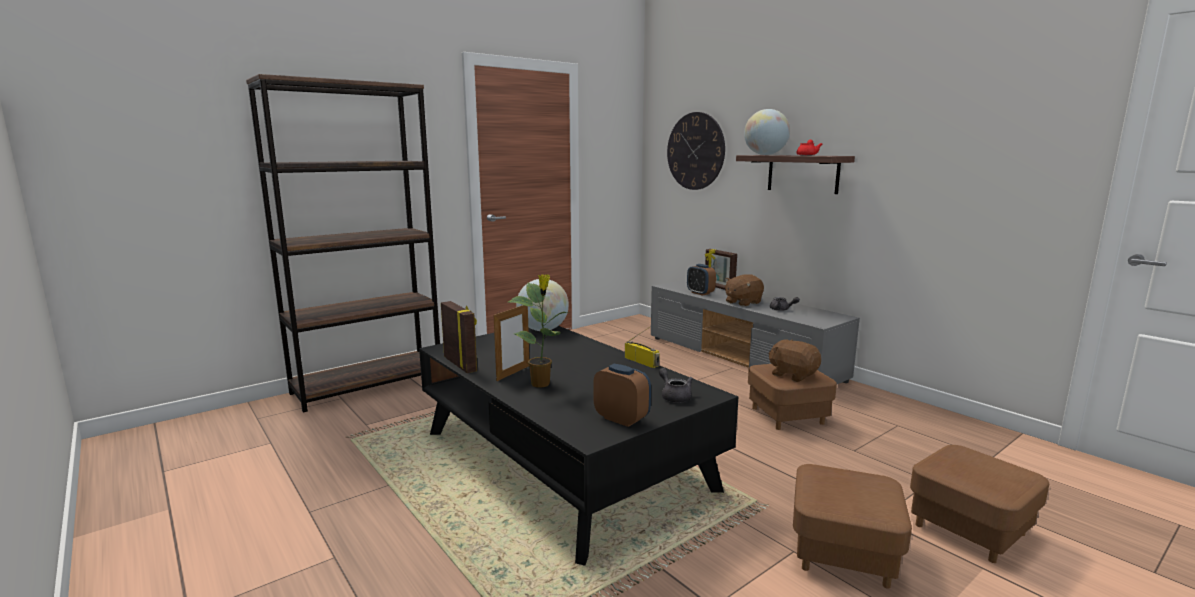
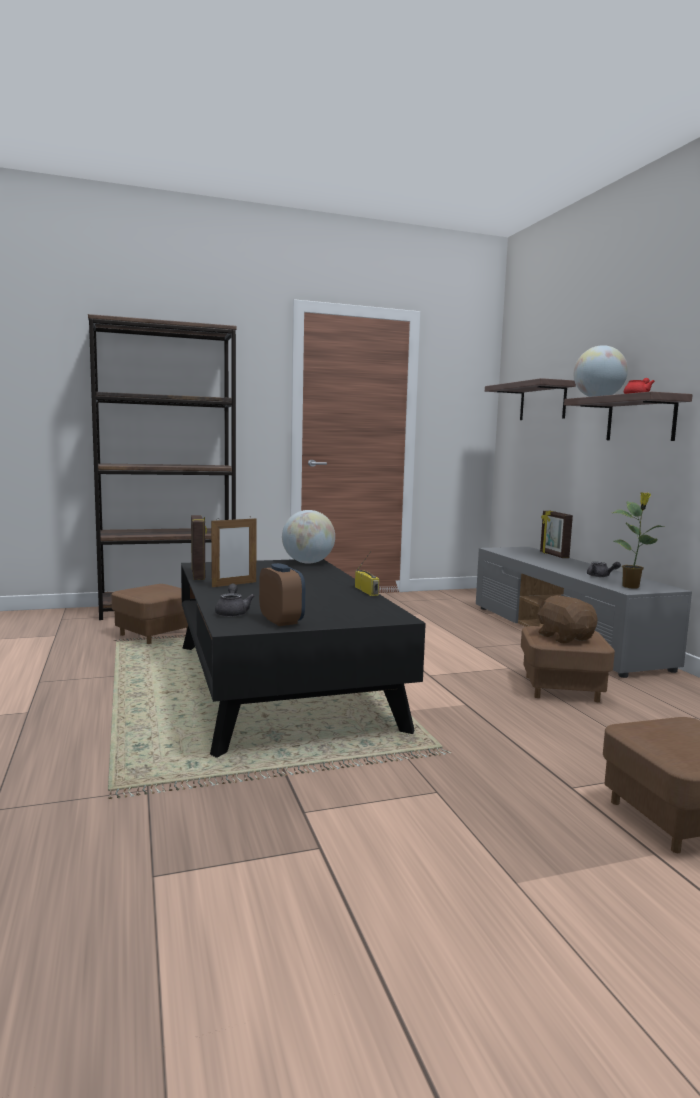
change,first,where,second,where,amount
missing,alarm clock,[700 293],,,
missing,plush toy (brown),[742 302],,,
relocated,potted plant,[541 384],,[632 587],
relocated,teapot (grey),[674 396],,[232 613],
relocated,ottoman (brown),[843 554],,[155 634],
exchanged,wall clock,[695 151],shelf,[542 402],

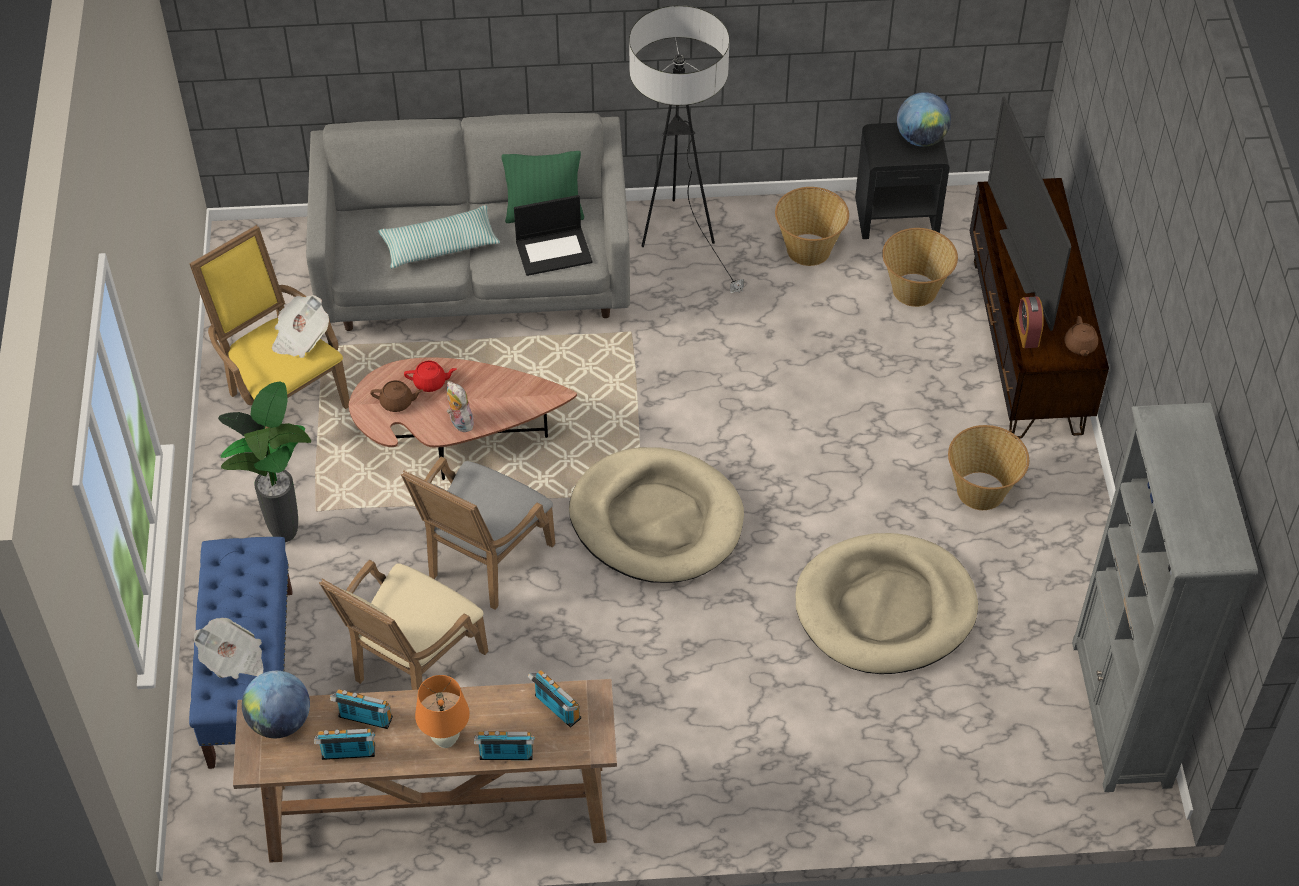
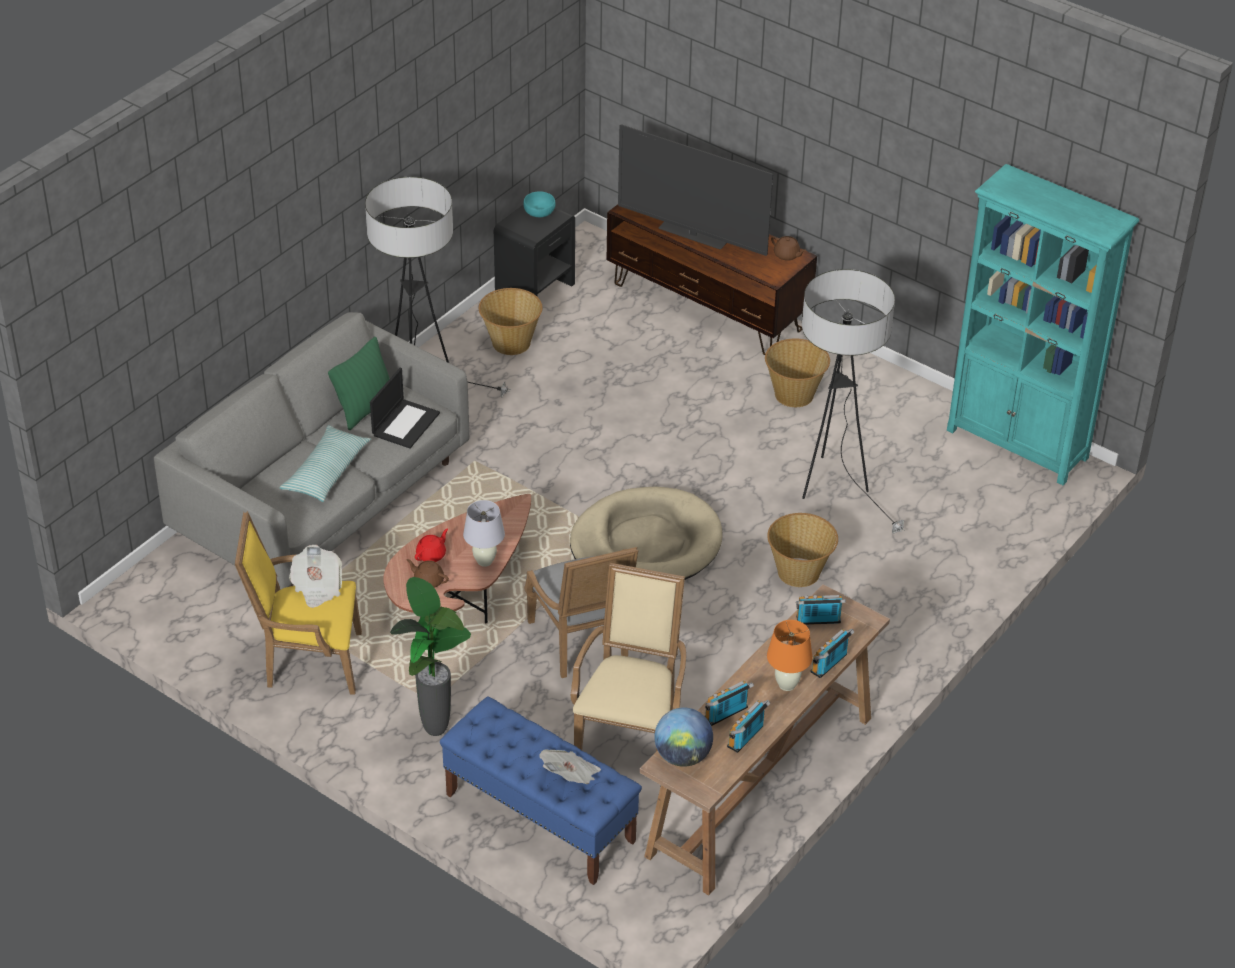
change,first,where,second,where,amount
missing,alarm clock,[1027 333],,,
relocated,basket,[915 290],,[799 572],
exchanged,plush toy,[459 422],table lamp (white),[484 561],
exchanged,dog bed (beige),[885 608],floor lamp,[834 488],
exchanged,globe,[921 138],bowl (turquoise),[539 212],
colour,bookcase (grey),[1121 715],bookcase (turquoise),[1018 444],
spun,armchair (beige),[413 670],,[630 731],150 degrees counterclockwise
spun,teapot (brown),[397 402],,[428 581],105 degrees counterclockwise

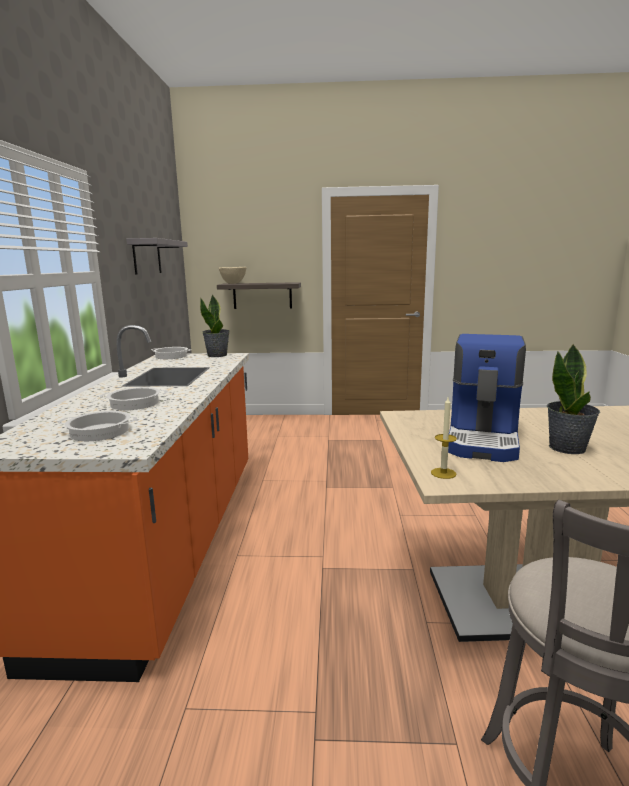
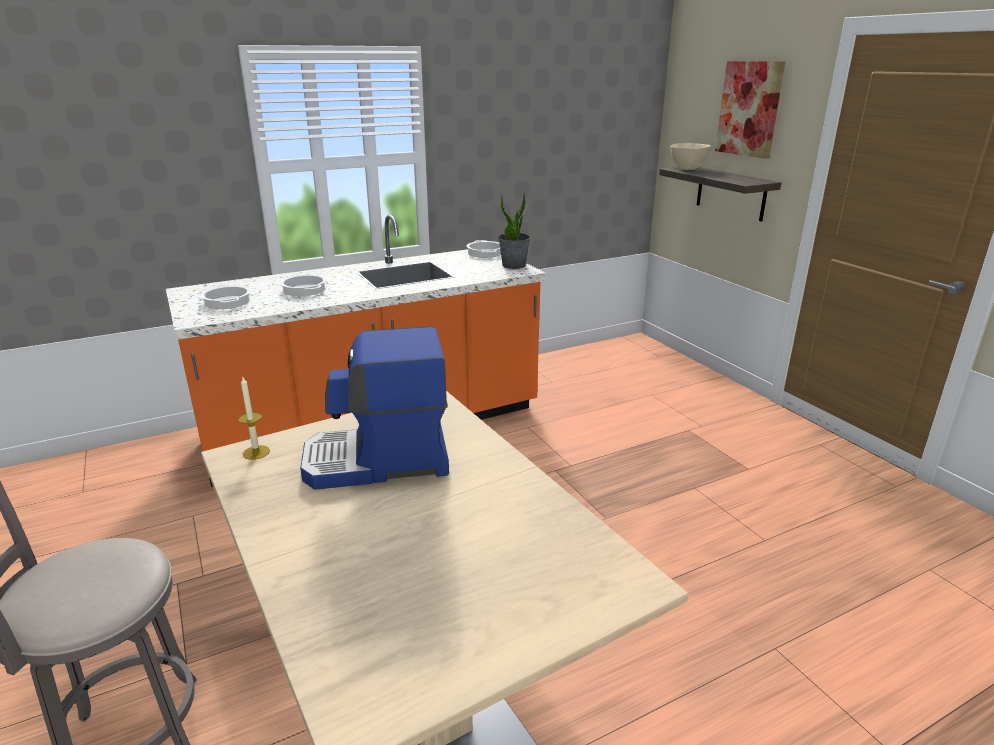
change,first,where,second,where,amount
missing,shelf (grey),[147 257],,,
missing,potted plant,[567 448],,,
appeared,,,picture,[749 109],

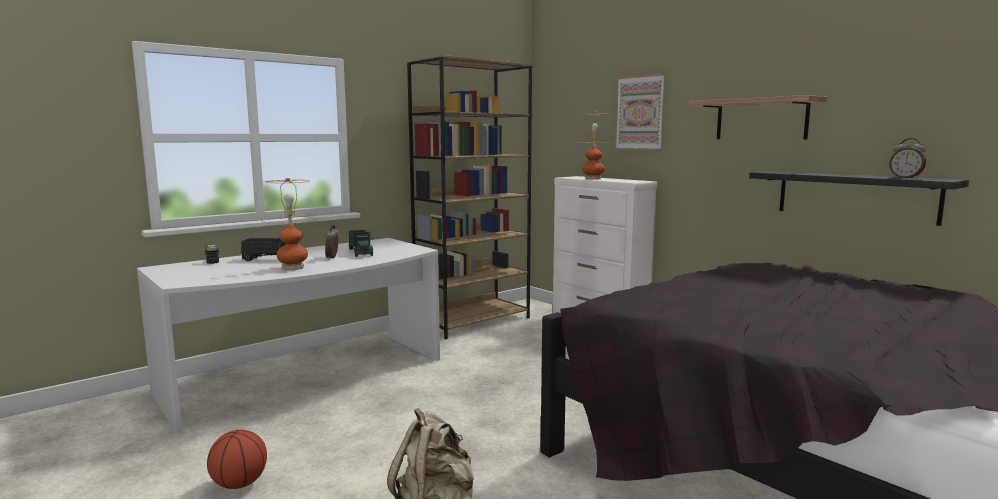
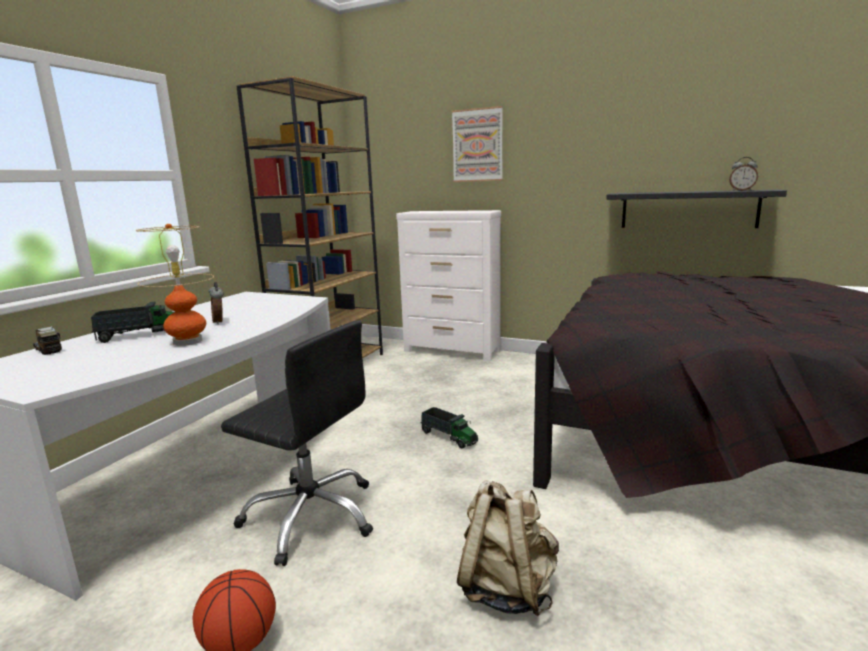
change,first,where,second,where,amount
missing,table lamp,[593 179],,,
missing,shelf,[761 119],,,
appeared,,,office chair (black),[311 516],
relocated,toy truck,[361 252],,[449 437],

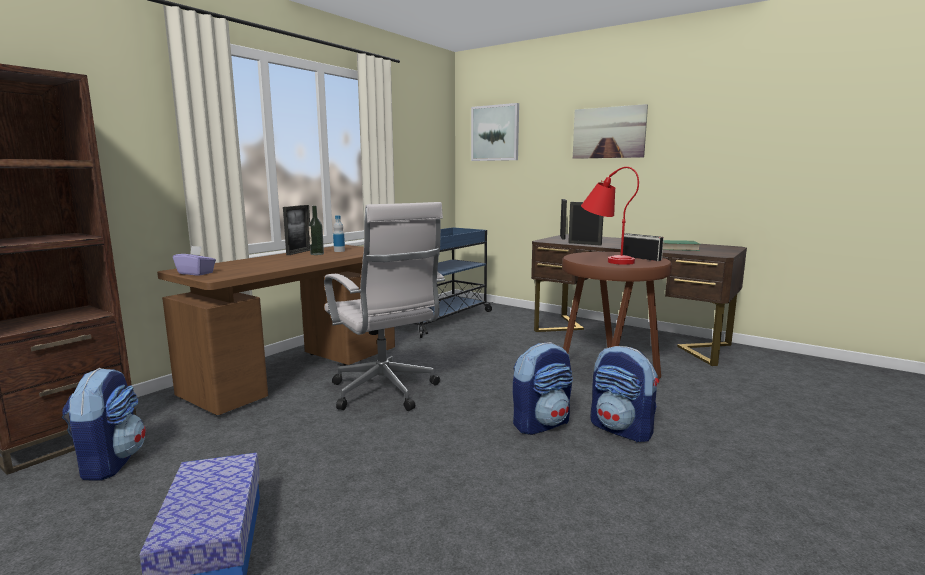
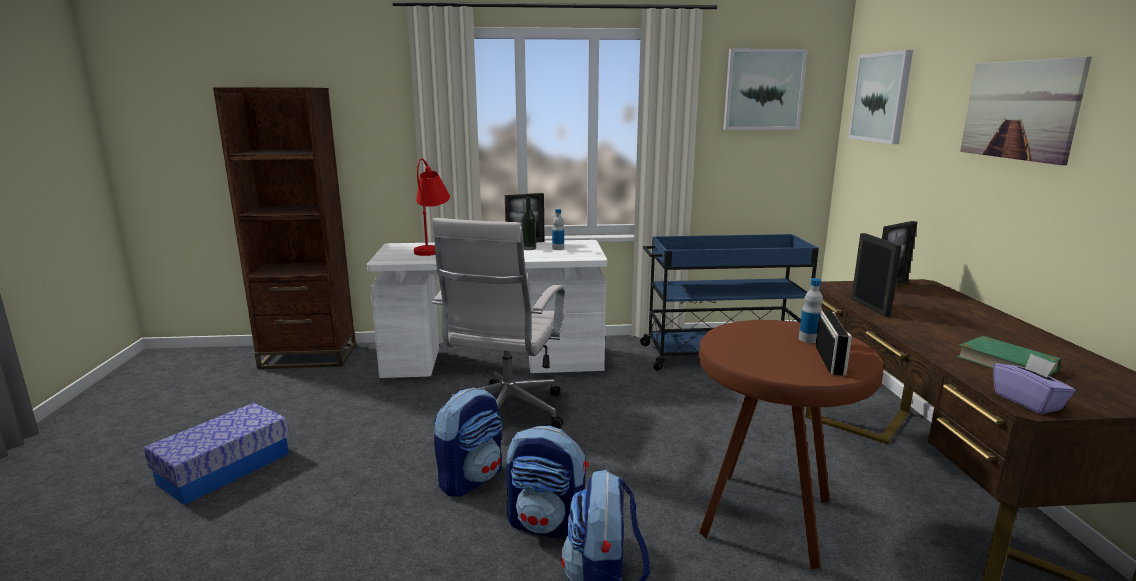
change,first,where,second,where,amount
appeared,,,picture,[763 89],
appeared,,,bottle,[808 339],
relocated,backpack,[110 462],,[471 478],
relocated,tissue box (purple),[196 273],,[1027 402],
relocated,table lamp (red),[605 260],,[433 248],
colour,desk (brown),[298 371],desk (white),[494 363],

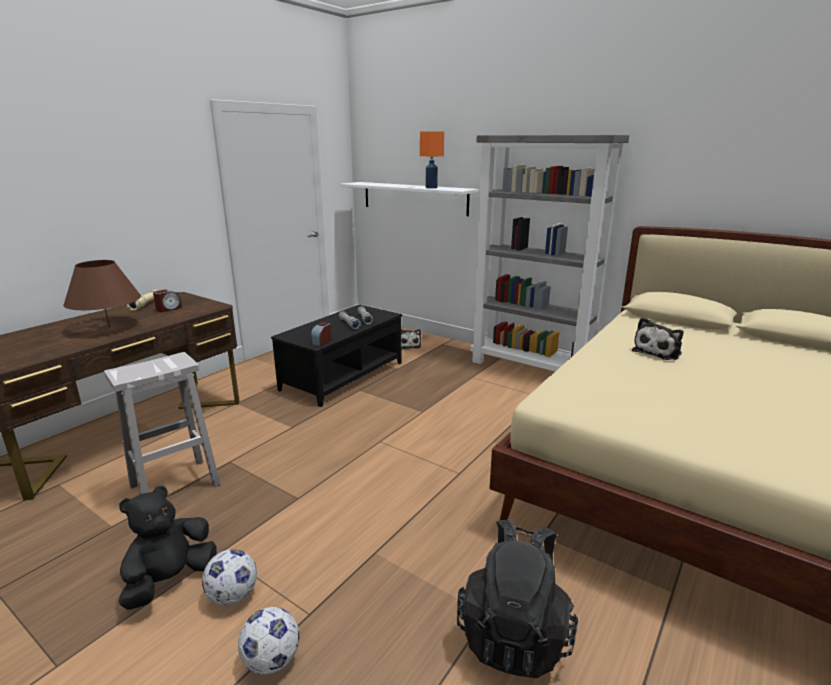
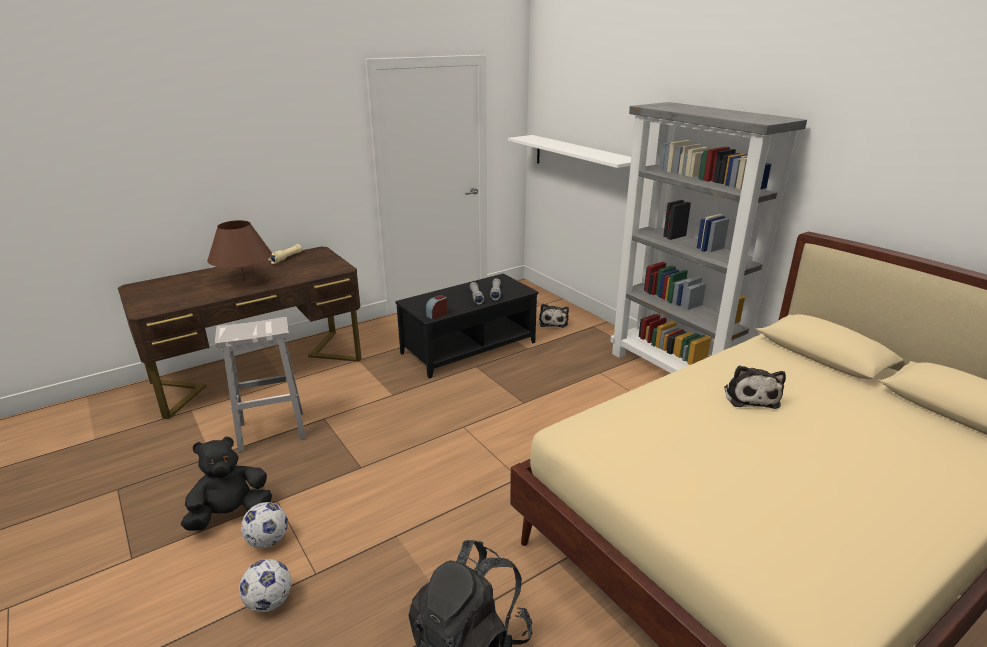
change,first,where,second,where,amount
missing,alarm clock,[168 309],,,
missing,table lamp (orange),[431 188],,,
spun,plush toy,[658 352],,[750 396],60 degrees counterclockwise

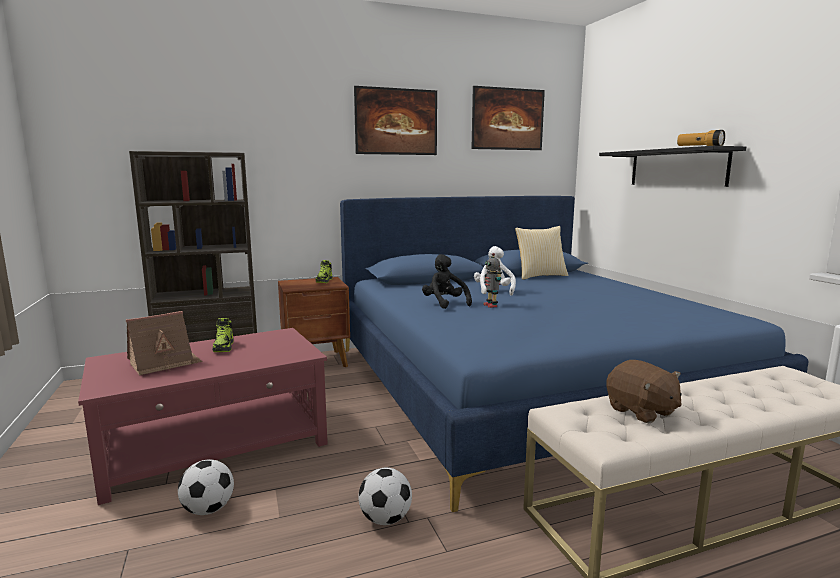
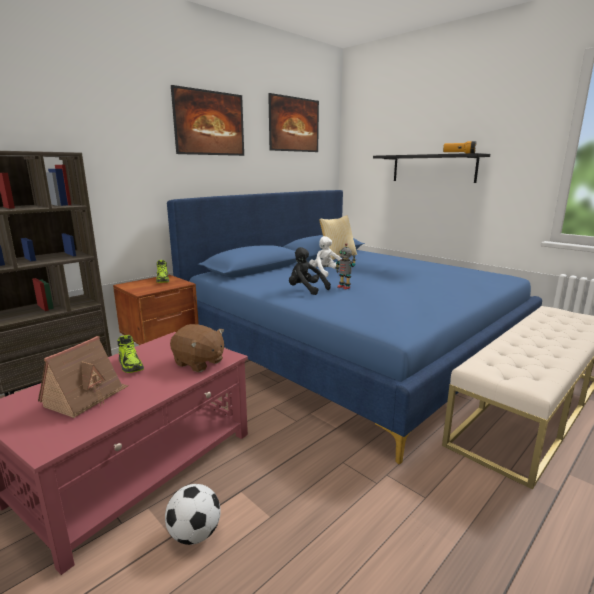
change,first,where,second,where,amount
missing,football,[385 519],,,
relocated,plush toy (brown),[641 411],,[199 363],

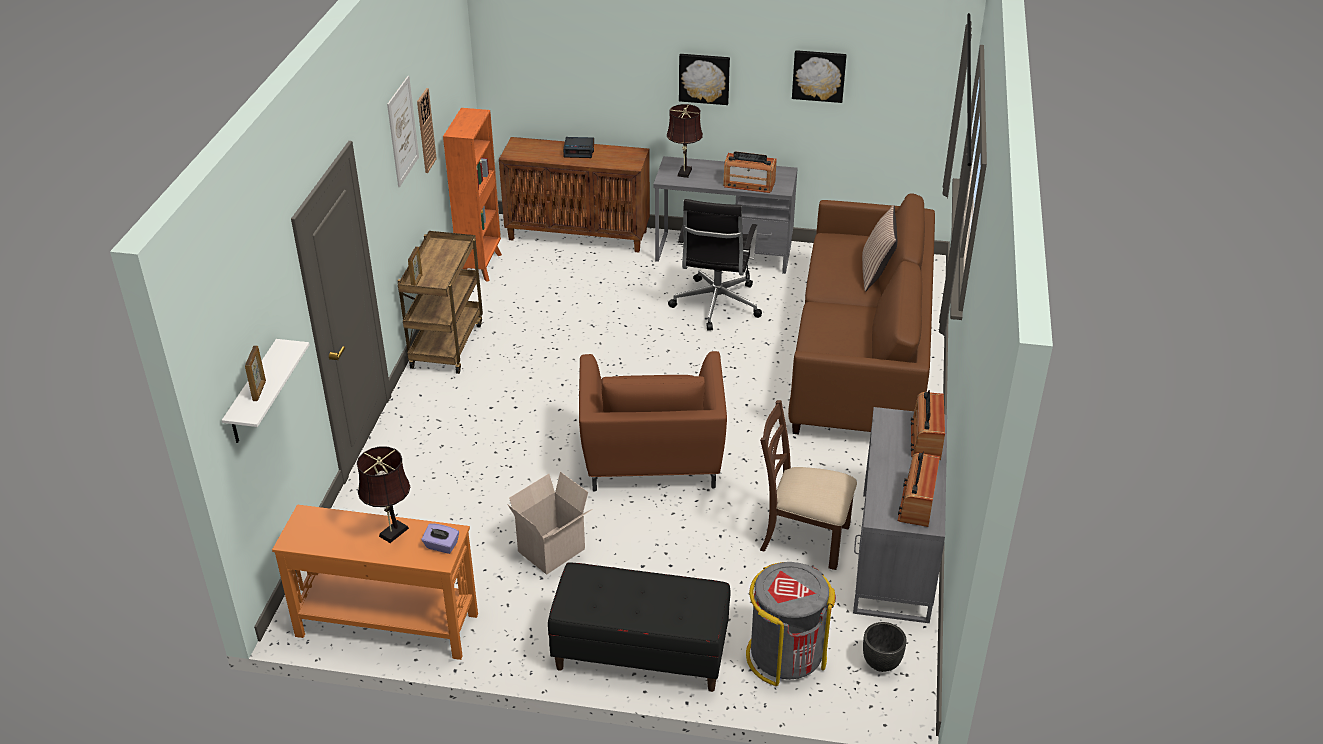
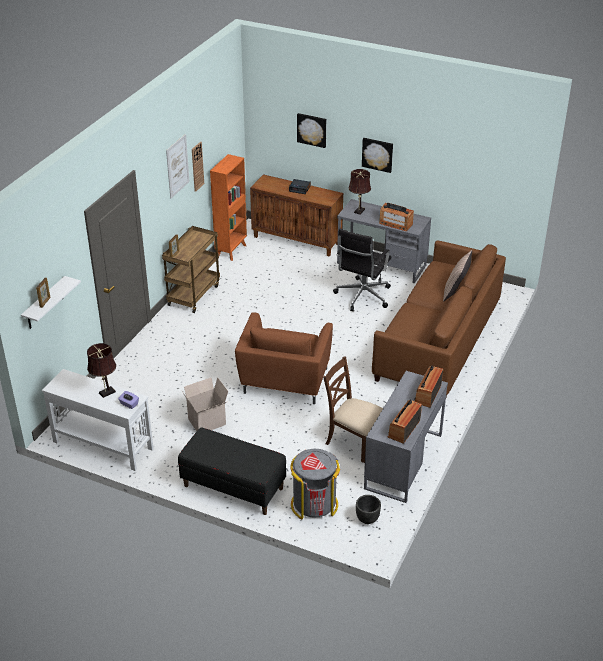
change,first,where,second,where,amount
relocated,picture,[819 75],,[312 129],
colour,console table (orange),[386 624],console table (white),[102 445],

